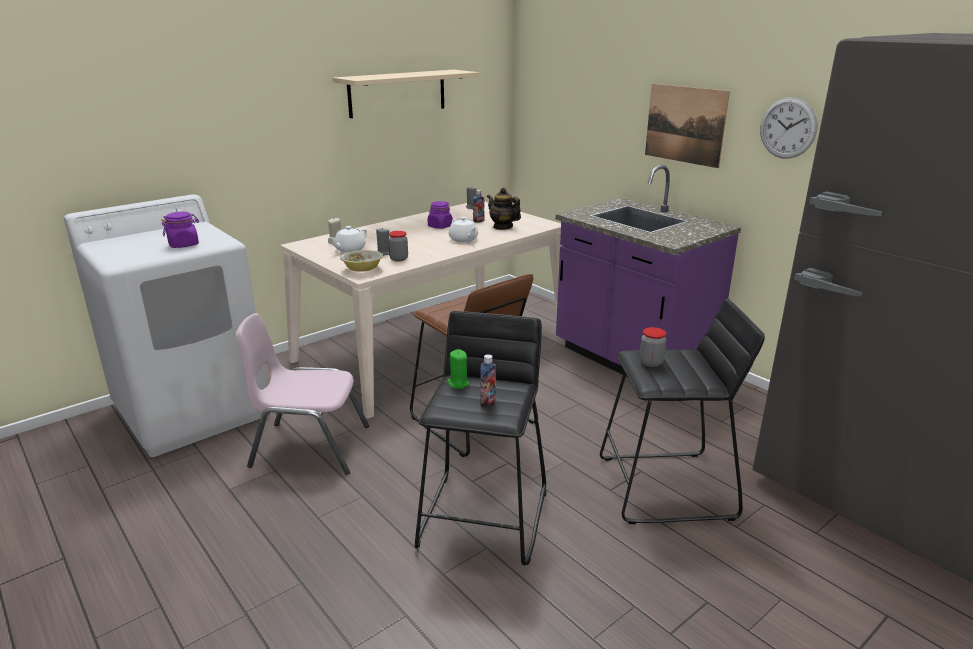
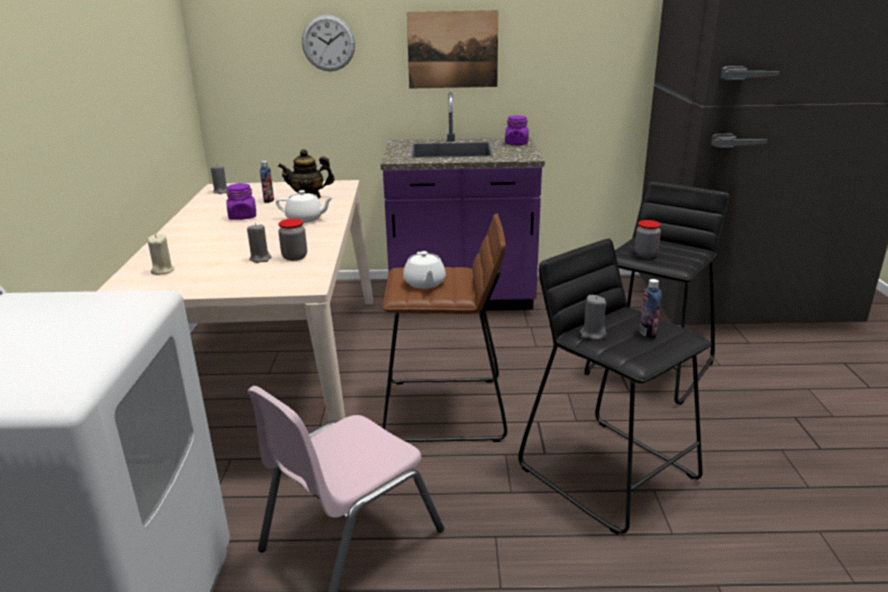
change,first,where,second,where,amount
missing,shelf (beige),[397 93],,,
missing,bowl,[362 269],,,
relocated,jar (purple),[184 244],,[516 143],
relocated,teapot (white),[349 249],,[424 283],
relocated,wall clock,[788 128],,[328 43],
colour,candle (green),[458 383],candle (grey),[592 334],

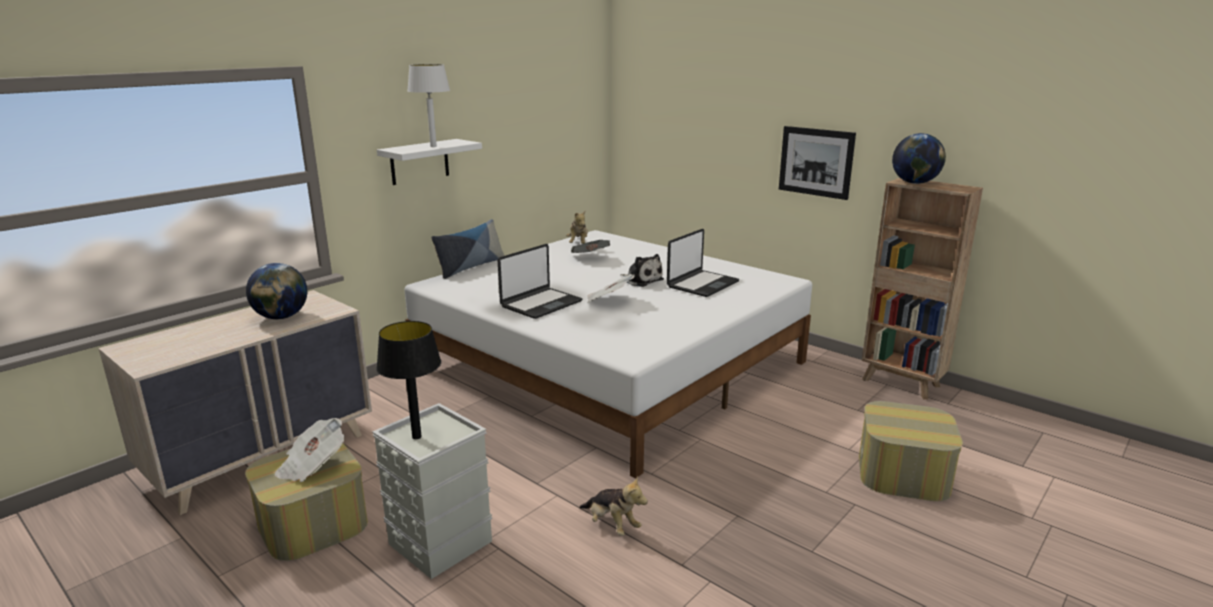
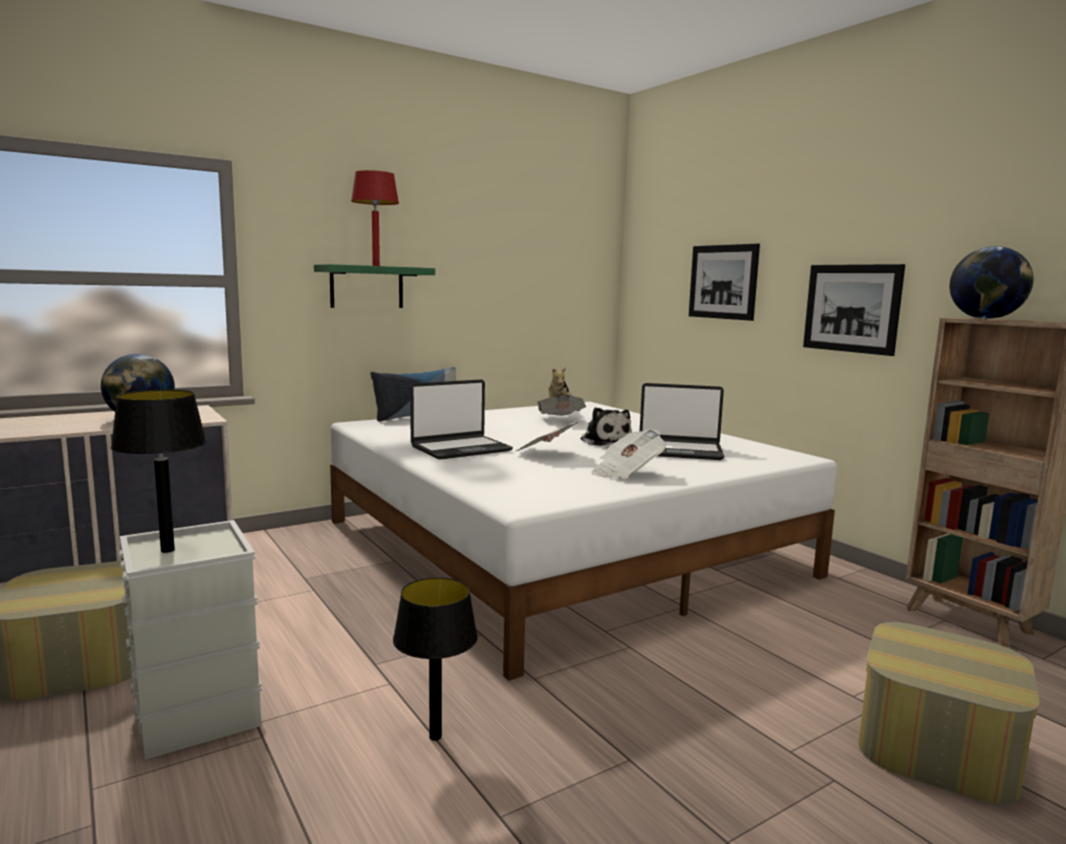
change,first,where,second,where,amount
appeared,,,picture,[723 282],
relocated,newspaper,[312 466],,[626 473],
exchanged,plush toy,[612 525],table lamp (black),[435 736],
colour,shelf (white),[419 162],shelf (green),[367 287],
colour,table lamp (white),[433 146],table lamp (red),[376 265],
spun,laptop,[702 284],,[679 451],45 degrees clockwise

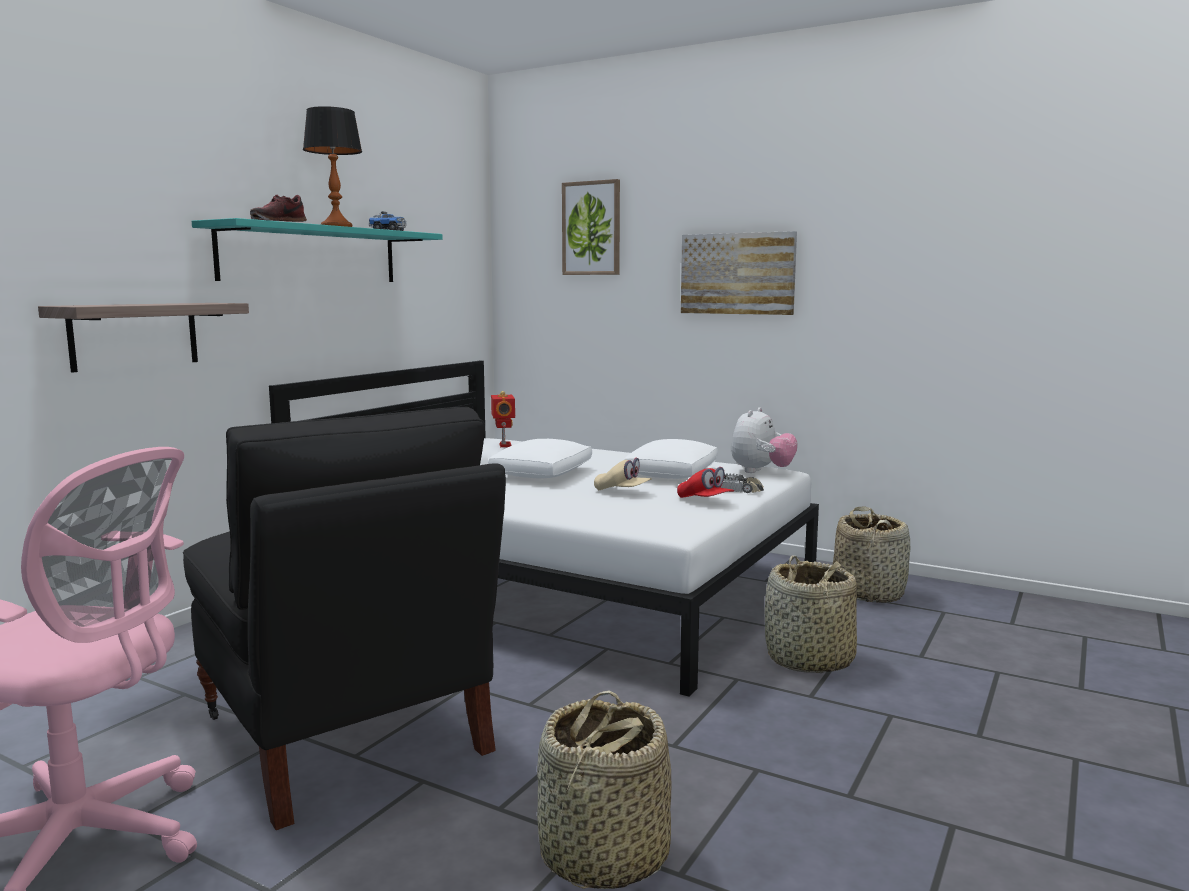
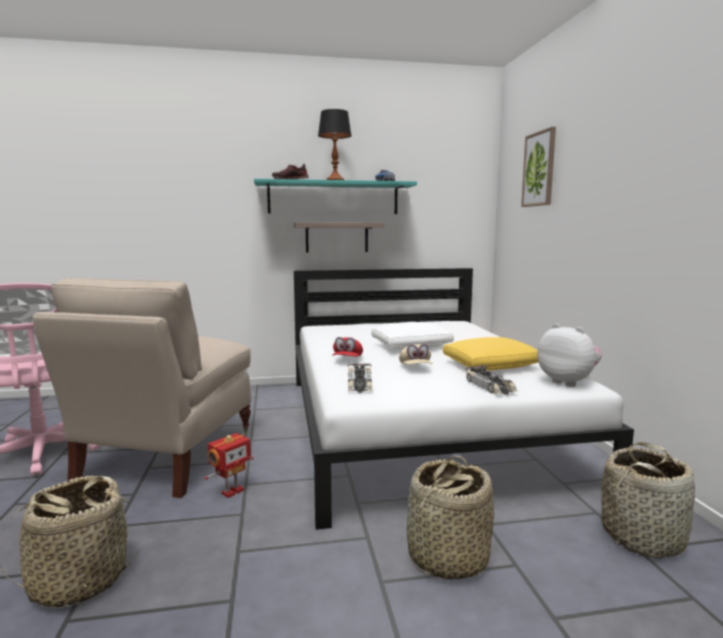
change,first,where,second,where,amount
missing,picture,[738 273],,,
appeared,,,toy car,[359 384],
relocated,shelf,[134 335],,[337 237],
relocated,toy robot,[504 445],,[231 491],
relocated,cap (red),[704 501],,[347 360],
colour,chair (black),[345 735],chair (beige),[166 457],
colour,pillow (white),[672 474],pillow (yellow),[492 366],
spun,plush toy,[761 471],,[568 382],120 degrees counterclockwise

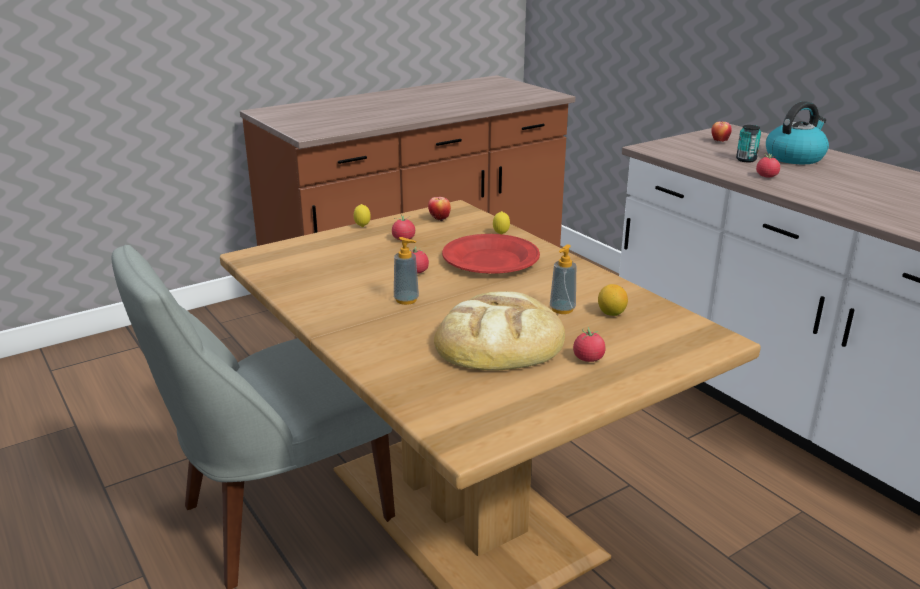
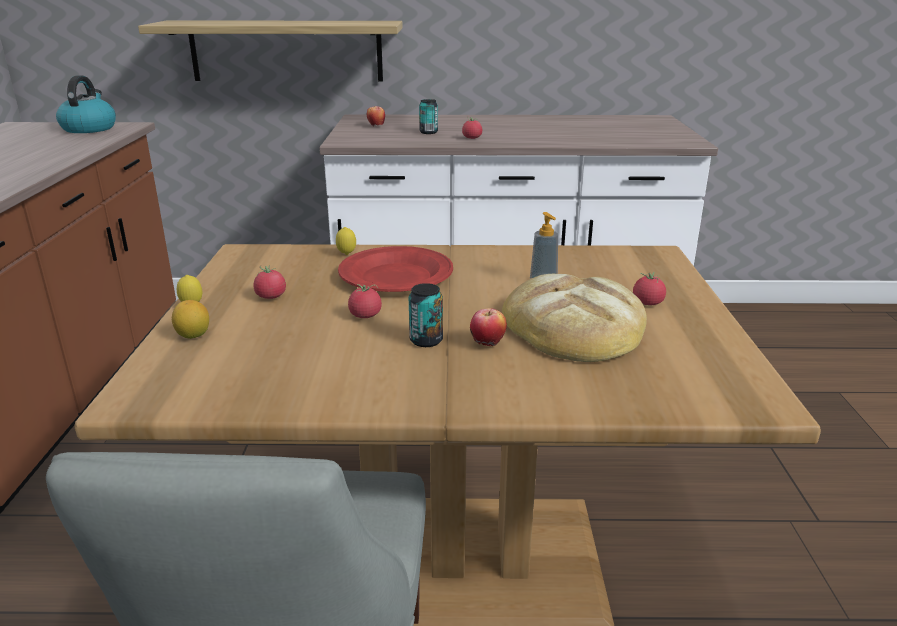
change,first,where,second,where,amount
appeared,,,shelf,[286 51],
relocated,apple,[439 219],,[487 344],
relocated,lemon,[611 313],,[193 335],
relocated,kettle,[794 157],,[89 128],
exchanged,soap dispenser,[406 300],can,[426 340],

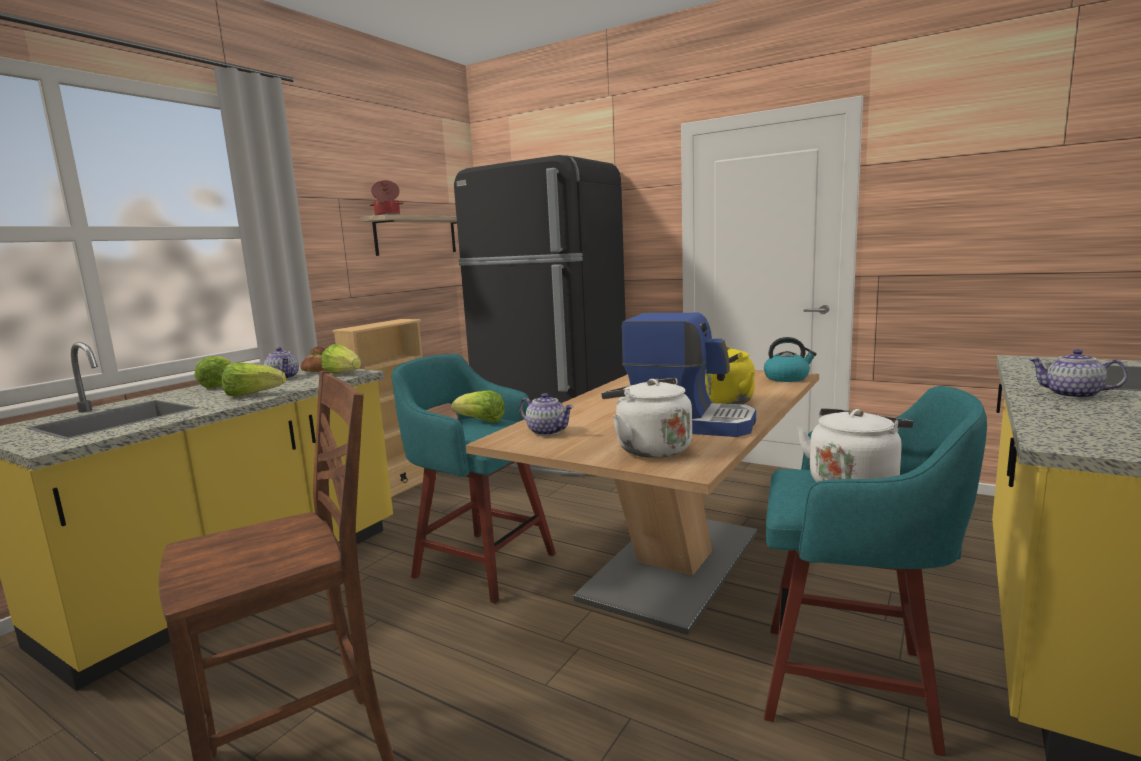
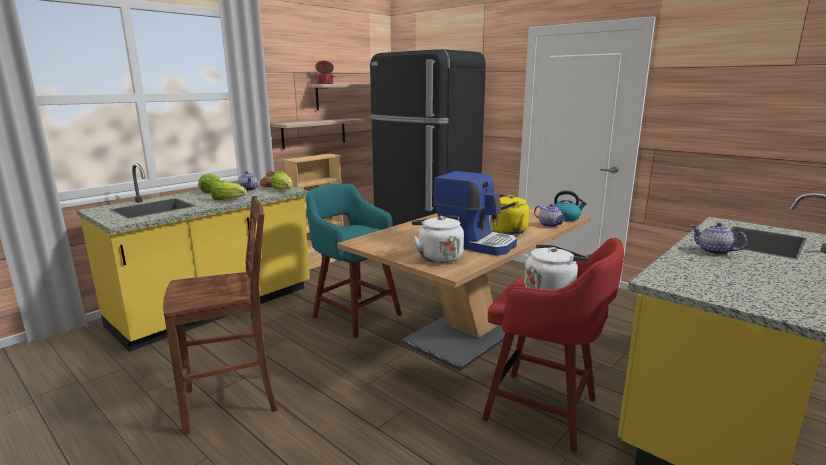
change,first,where,second,where,amount
missing,lettuce,[481 421],,,
appeared,,,shelf,[314 133],
relocated,teapot,[548 431],,[550 225],
colour,stool (turquoise),[853 685],stool (red),[544 411],

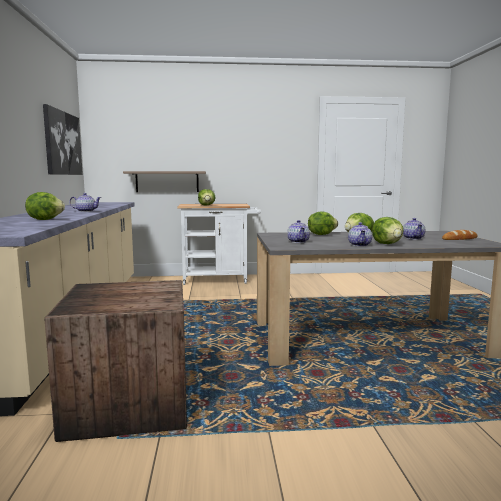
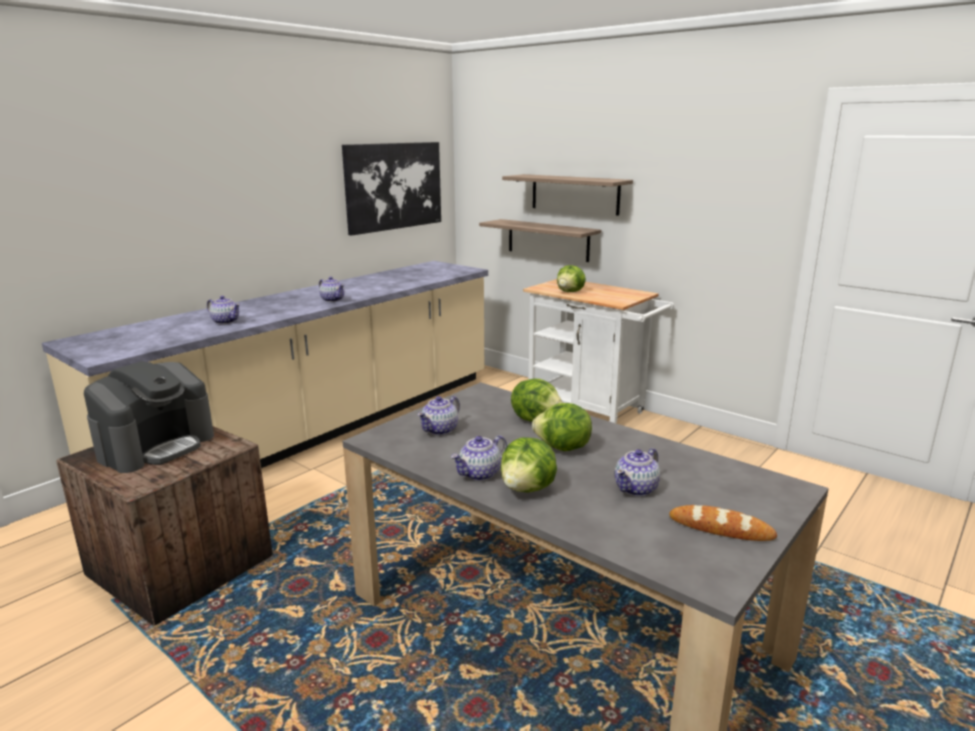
change,first,where,second,where,amount
appeared,,,coffee machine,[157 446],
appeared,,,shelf,[574 194],
exchanged,lettuce,[45 219],teapot,[225 321],

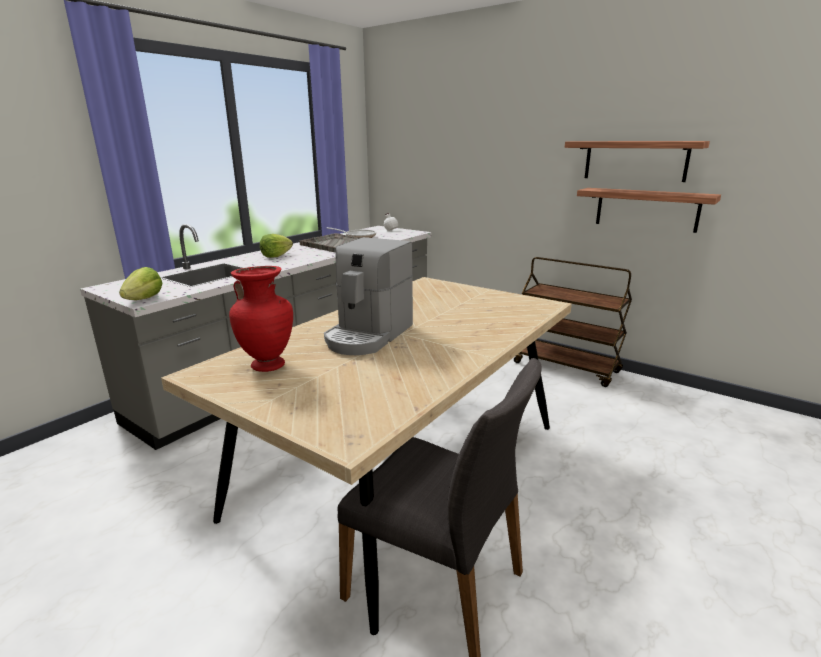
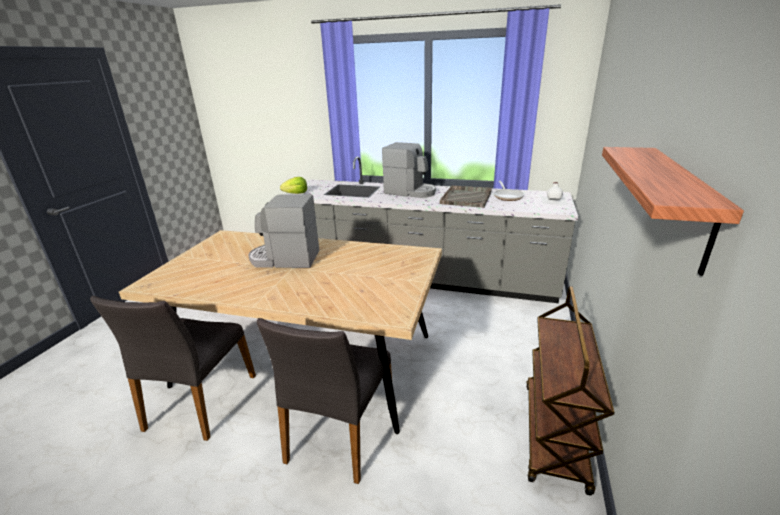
change,first,where,second,where,amount
missing,vase (red),[268 365],,,
missing,shelf,[646 209],,,
appeared,,,chair (grey),[339 433],
exchanged,lettuce,[276 256],coffee machine,[410 192],

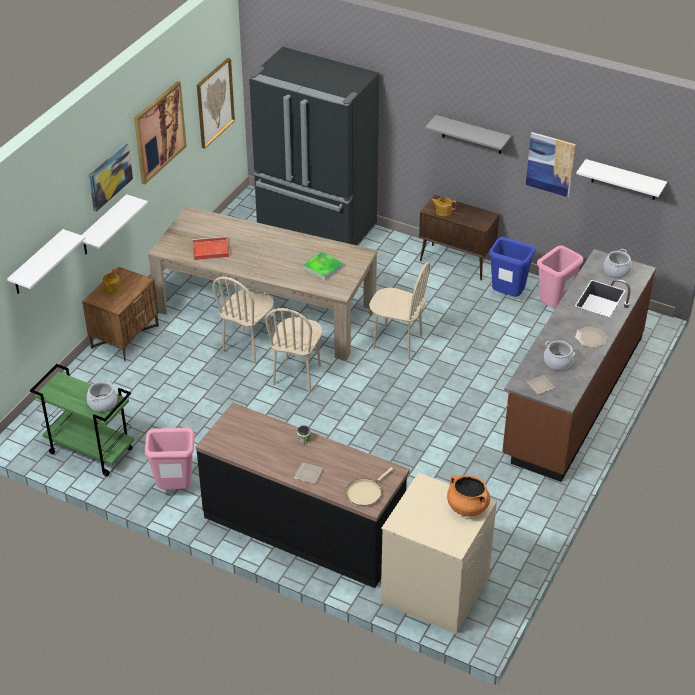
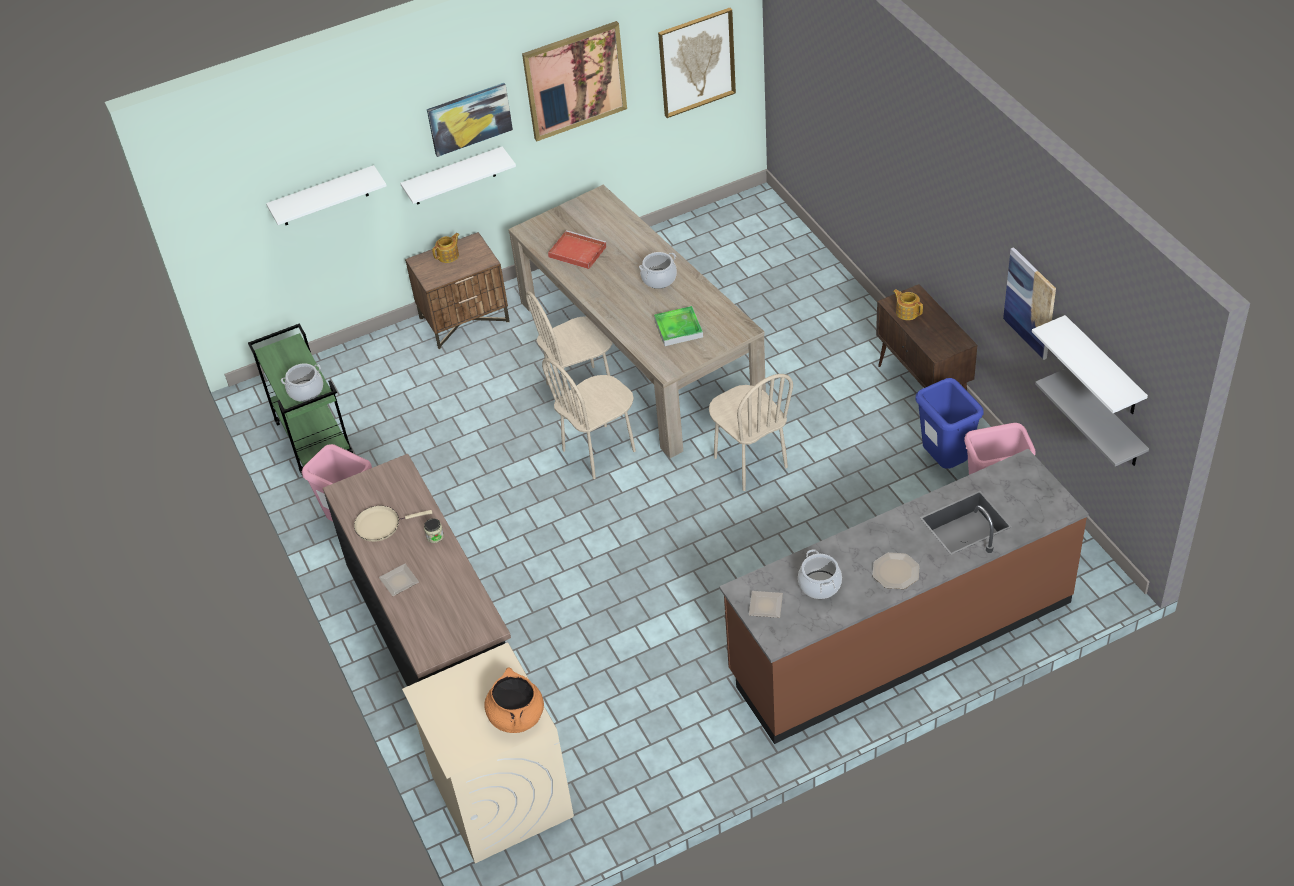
change,first,where,second,where,amount
missing,fridge (black),[316 230],,,
relocated,frying pan (beige),[365 493],,[381 525],
relocated,shelf (grey),[472 135],,[1105 420],
relocated,cooking pot,[616 271],,[659 279],

